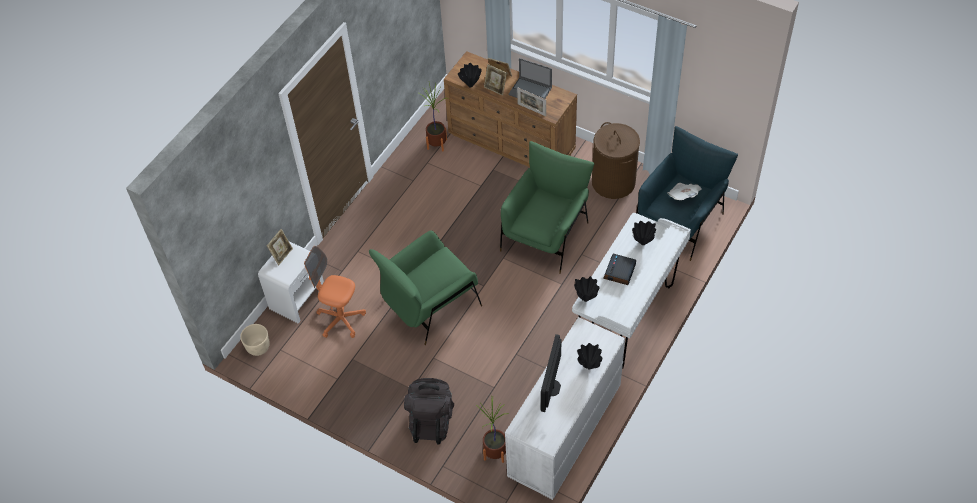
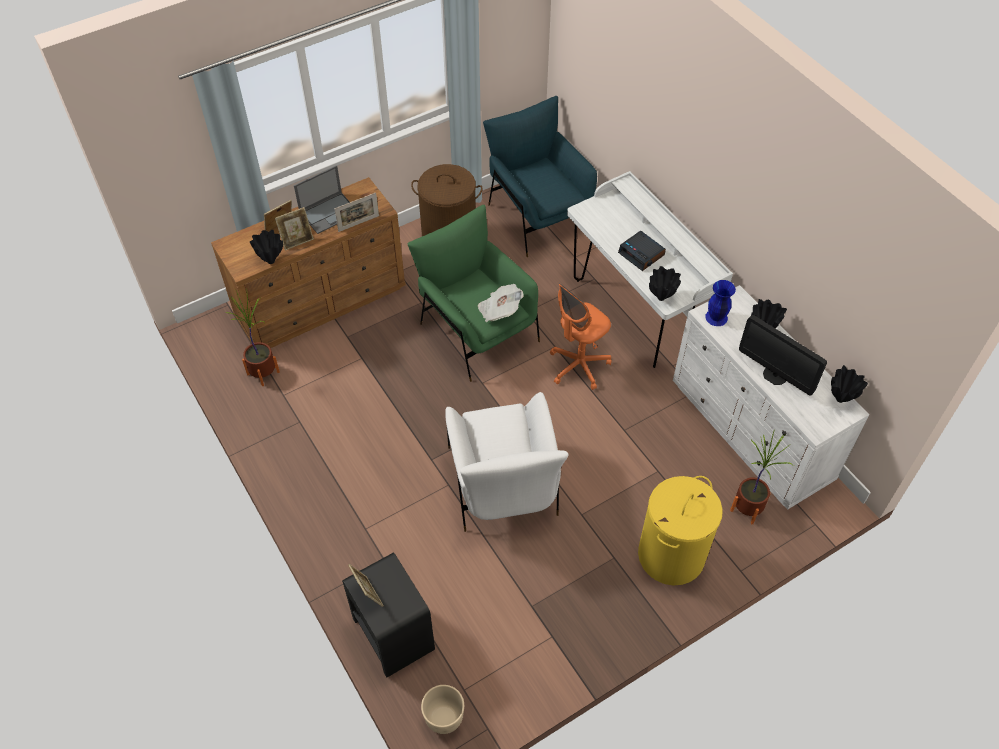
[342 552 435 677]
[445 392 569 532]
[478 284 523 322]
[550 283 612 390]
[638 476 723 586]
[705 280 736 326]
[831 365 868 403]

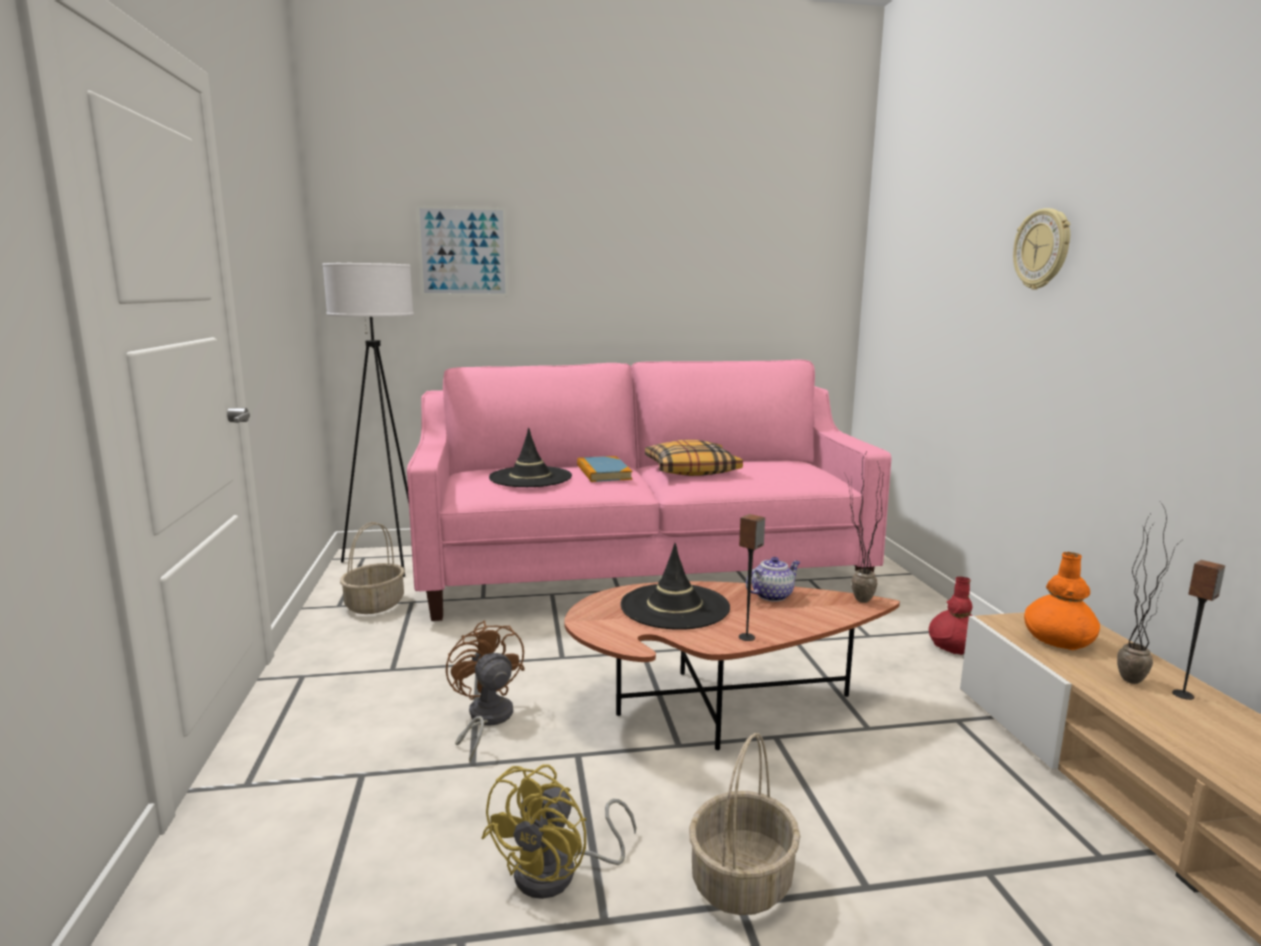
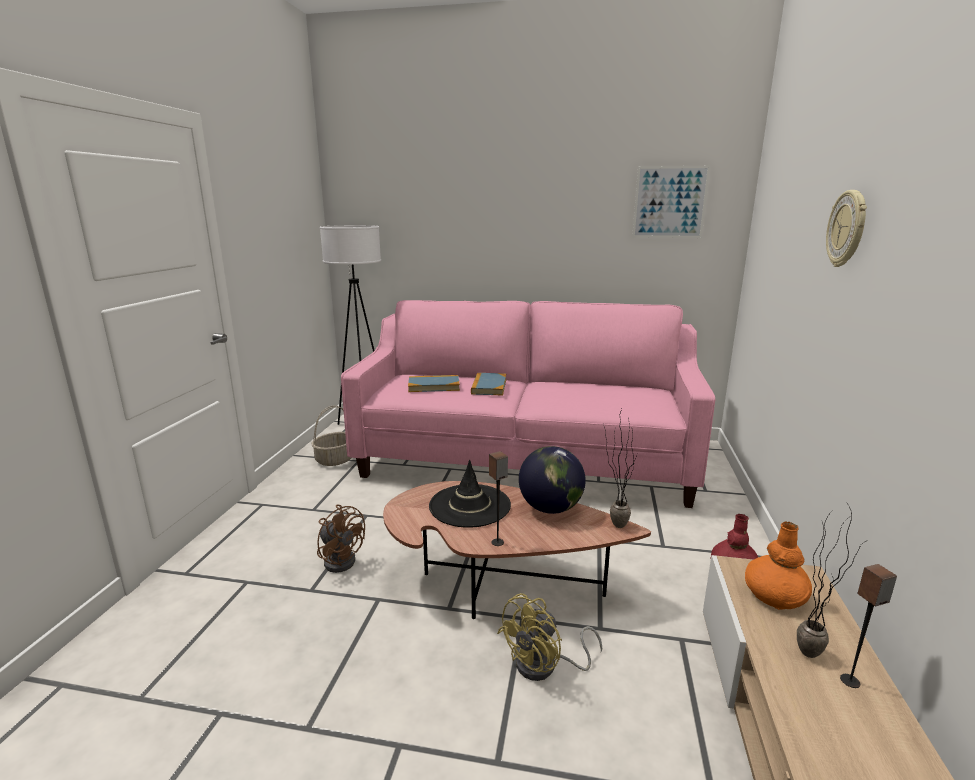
[317 505 365 573]
[408 375 460 392]
[497 593 603 681]
[519 446 586 514]
[632 166 710 238]
[645 440 743 476] (first image)
[689 733 800 915] (first image)

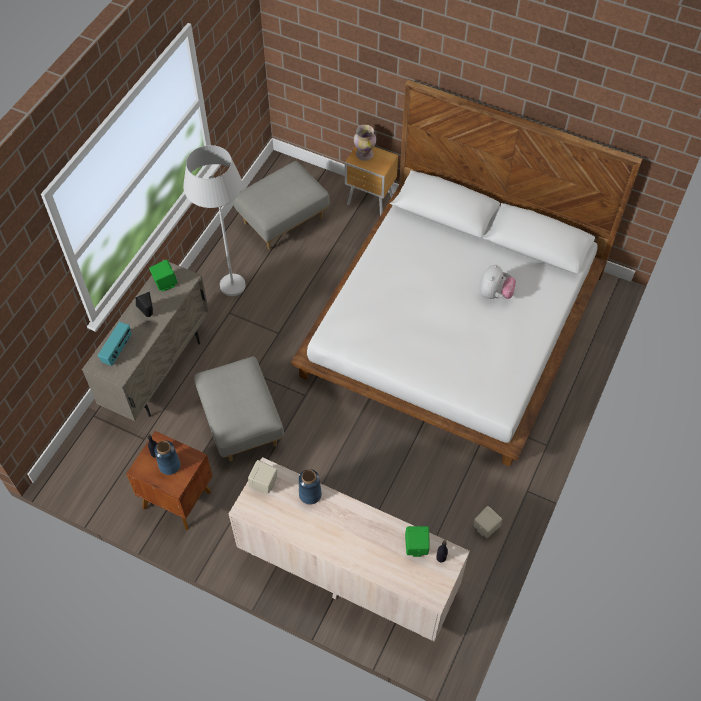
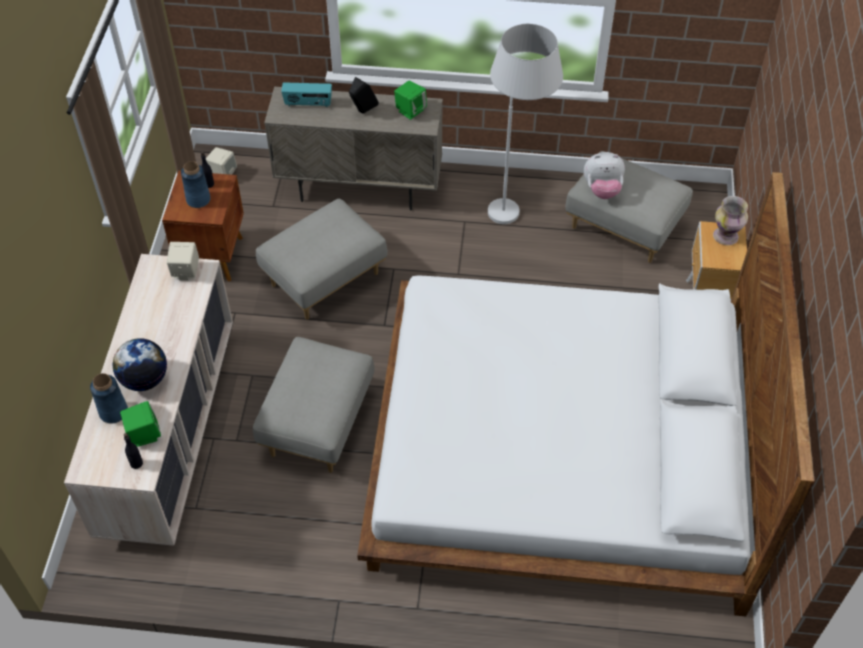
[90 373 128 423]
[112 338 167 391]
[206 147 237 175]
[253 337 375 473]
[584 152 625 199]

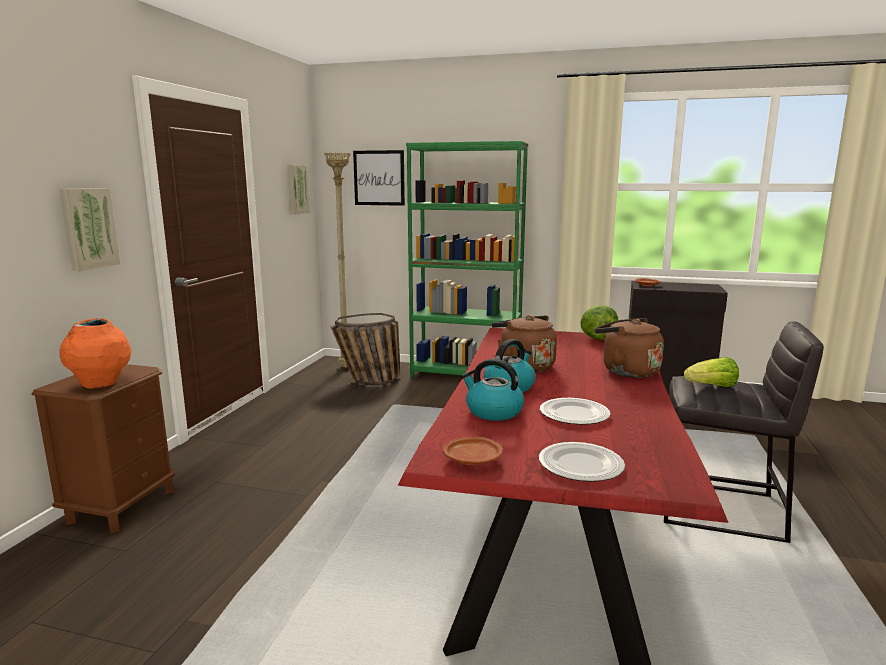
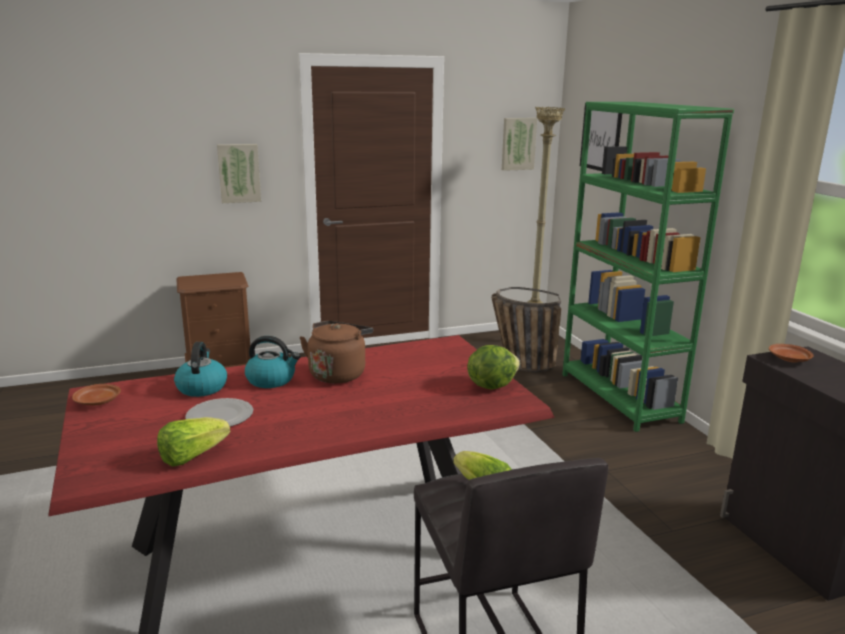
[157 417 230 466]
[59 318 131 389] (first image)
[539 442 625 482] (first image)
[595 318 664 378] (first image)

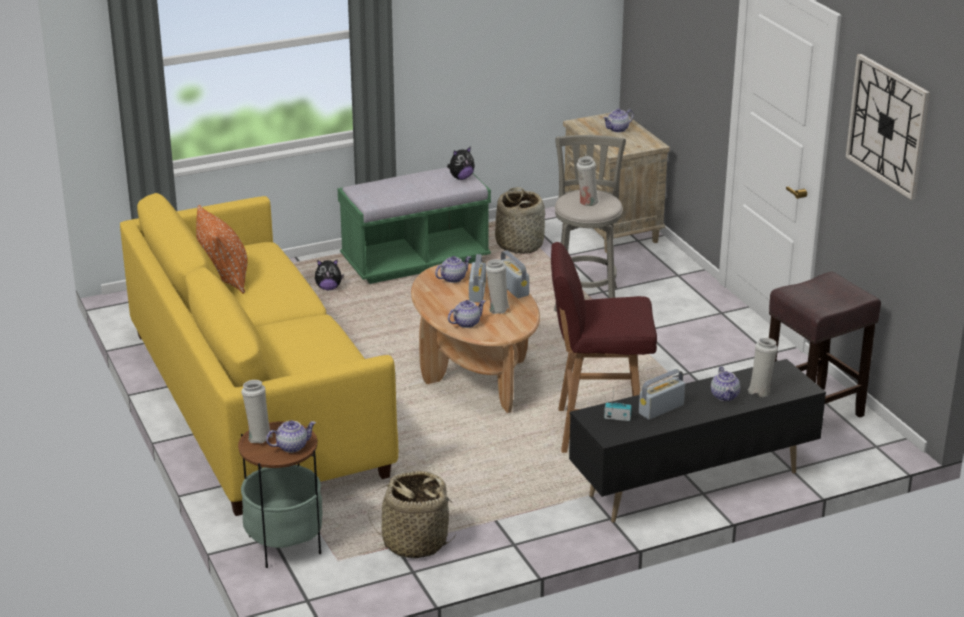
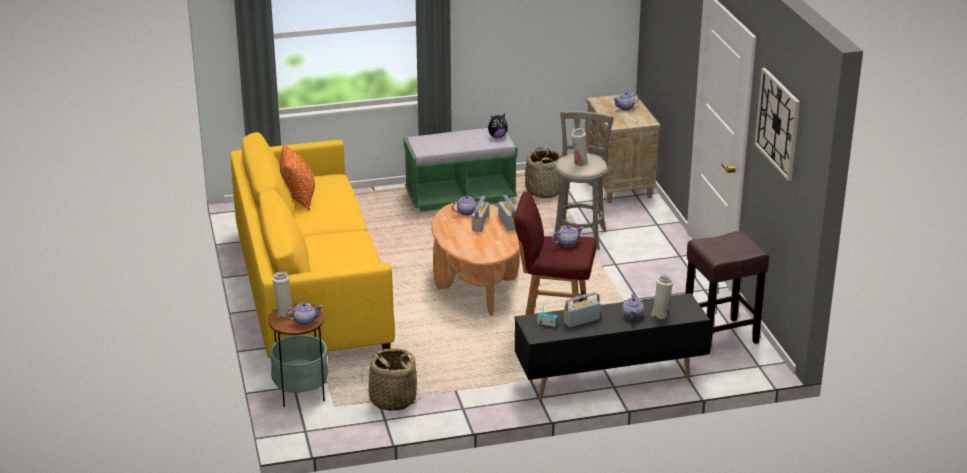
[552 225 584 247]
[315 260 344 290] (first image)
[485 259 510 314] (first image)

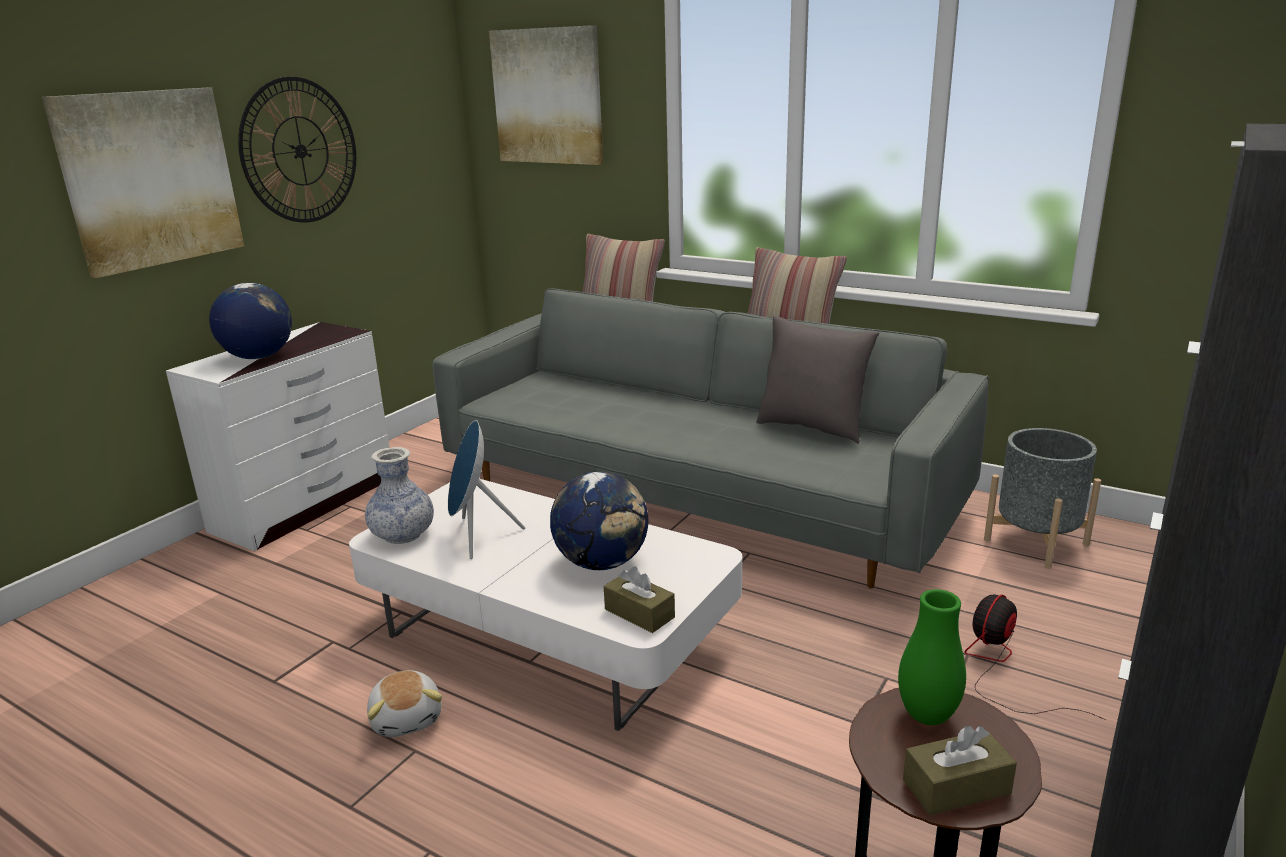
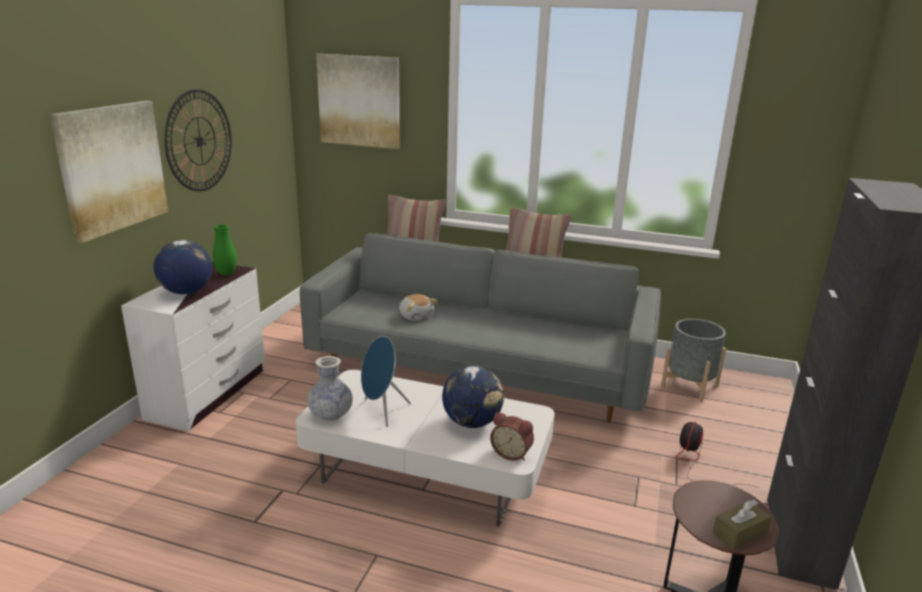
[212 224 237 276]
[399 294 438 321]
[490 413 534 461]
[756 316 879 444] (first image)

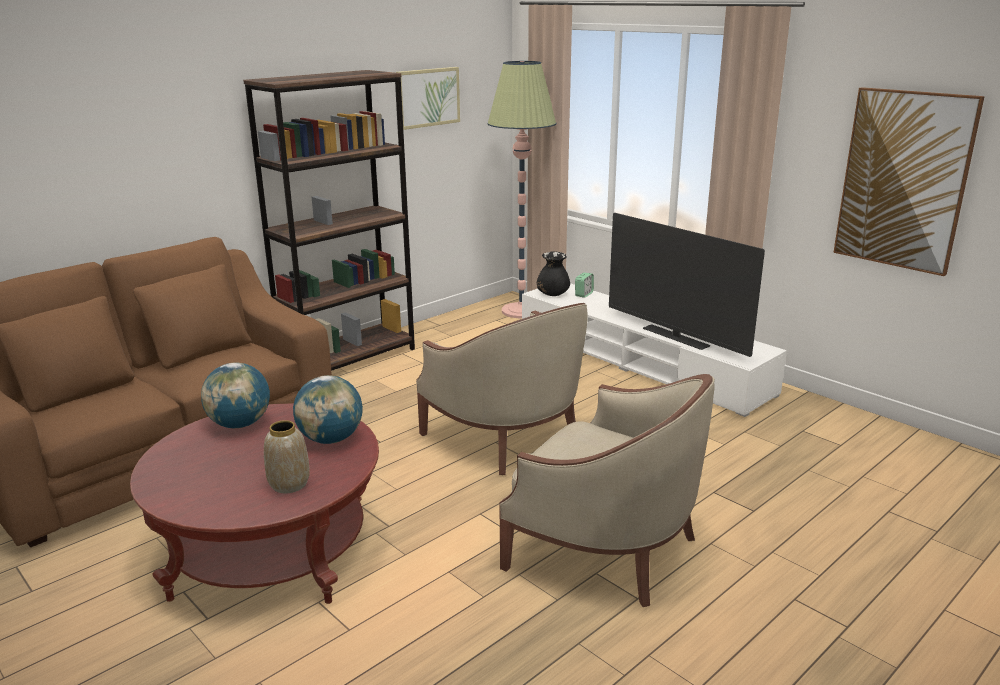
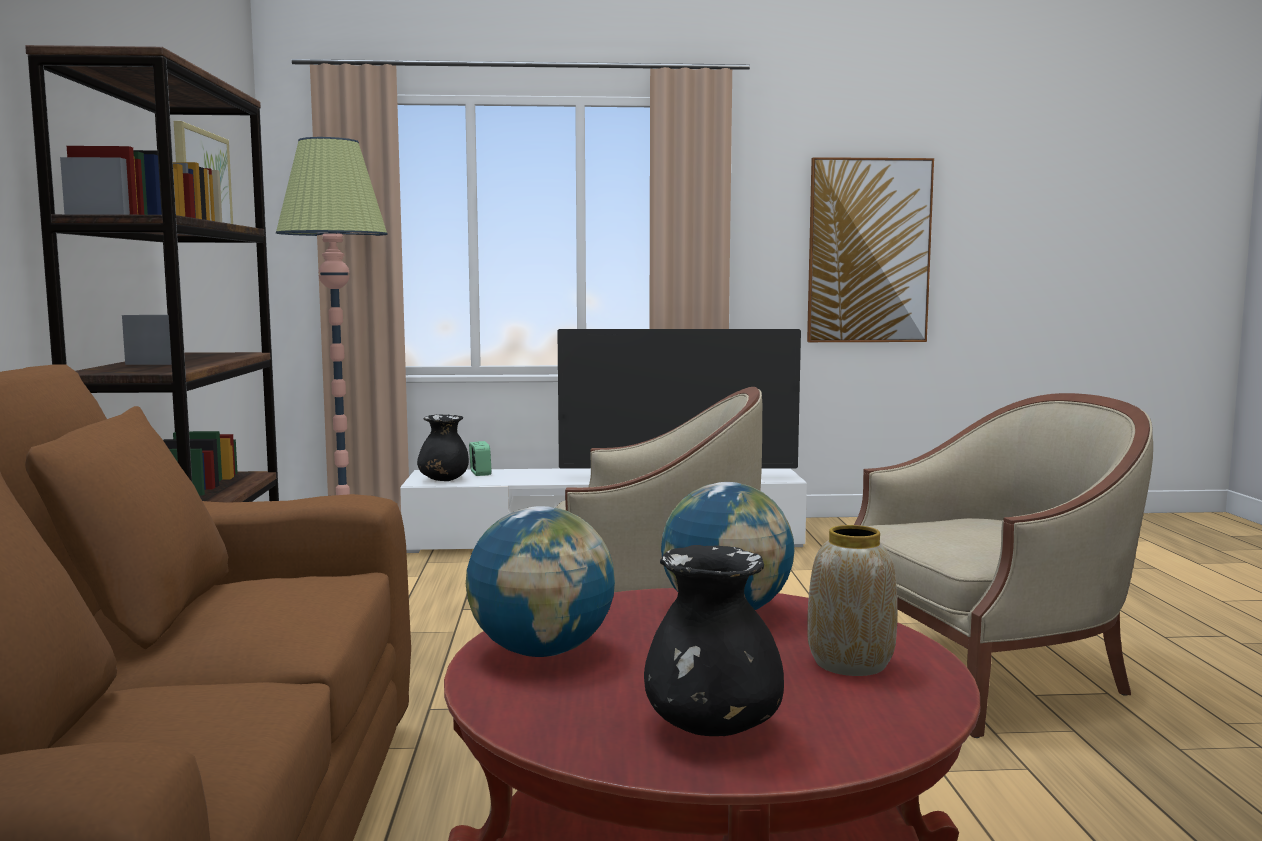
[644 545 784 736]

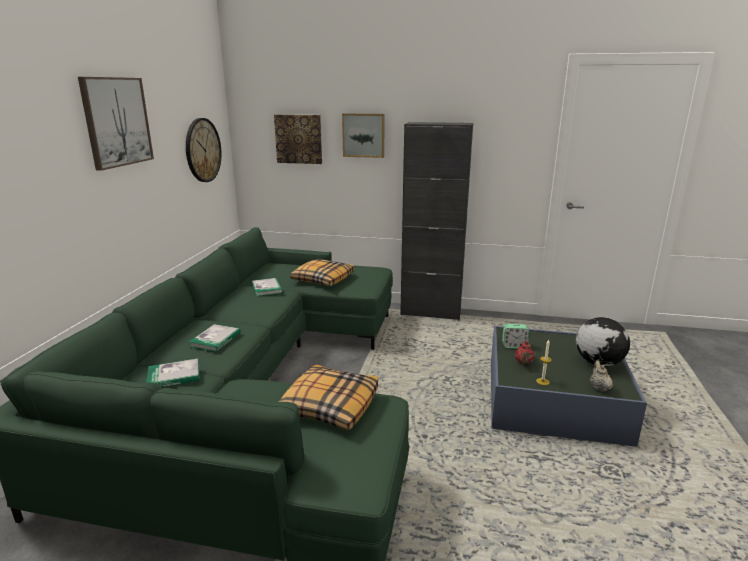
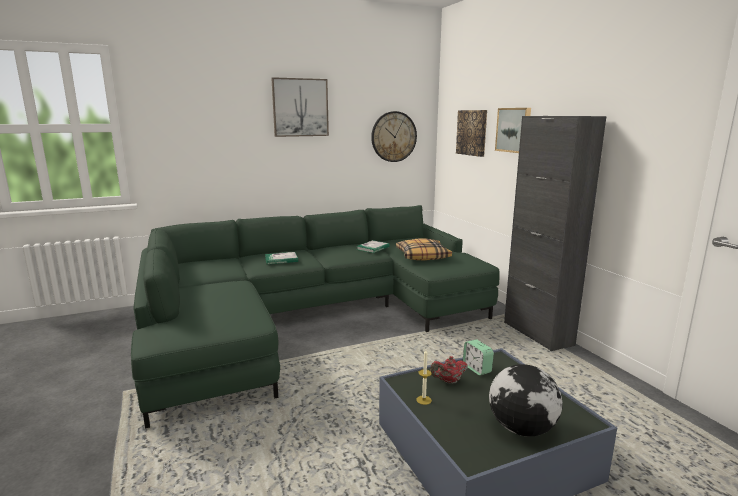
[146 359 200 387] (first image)
[279 364 378 431] (first image)
[590 361 613 392] (first image)

